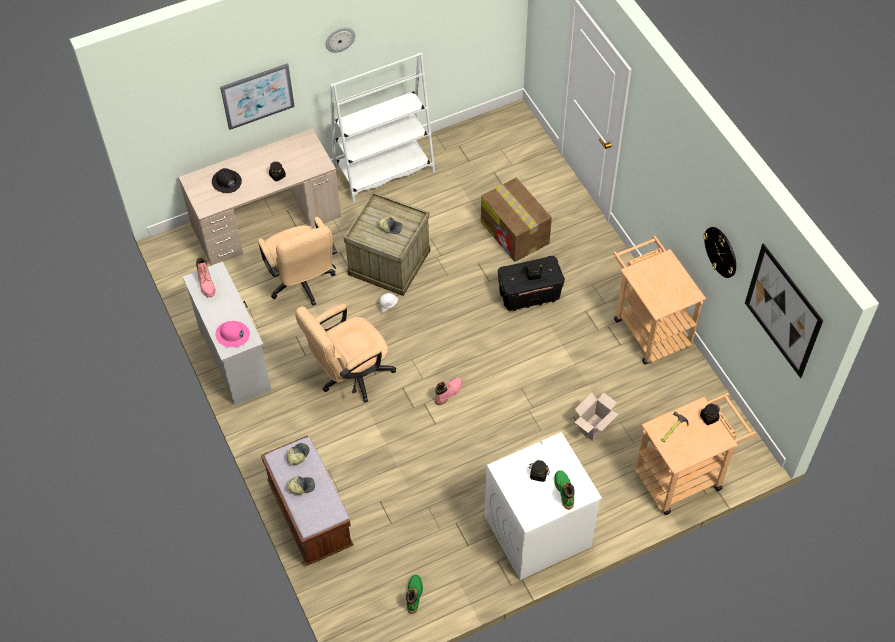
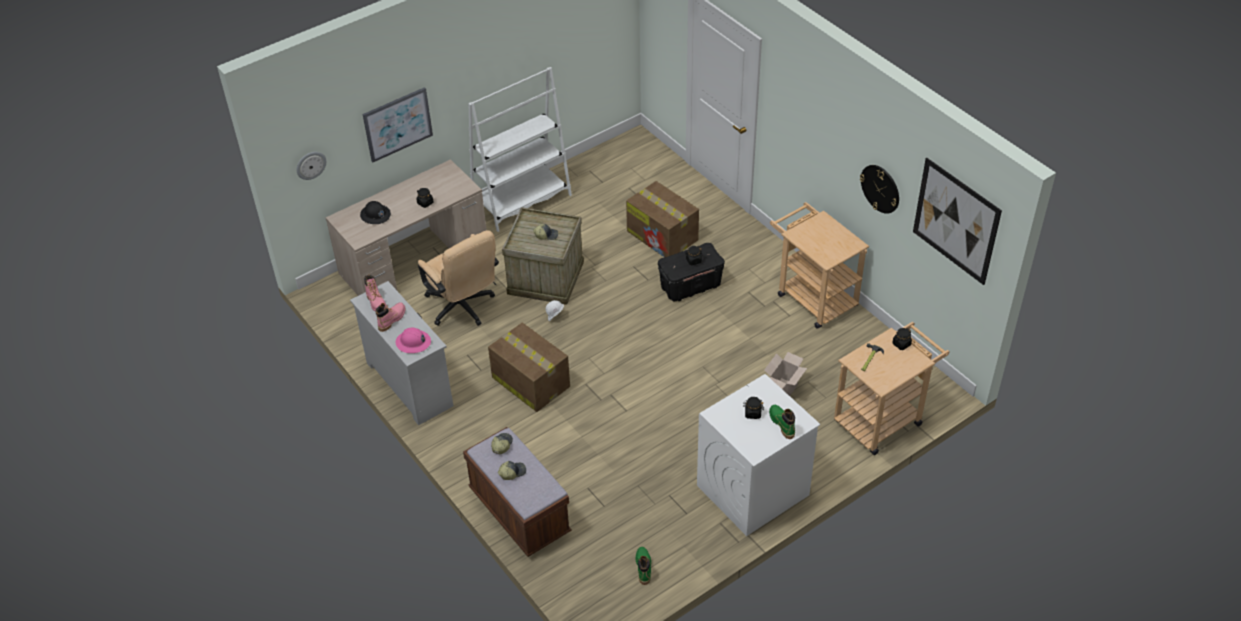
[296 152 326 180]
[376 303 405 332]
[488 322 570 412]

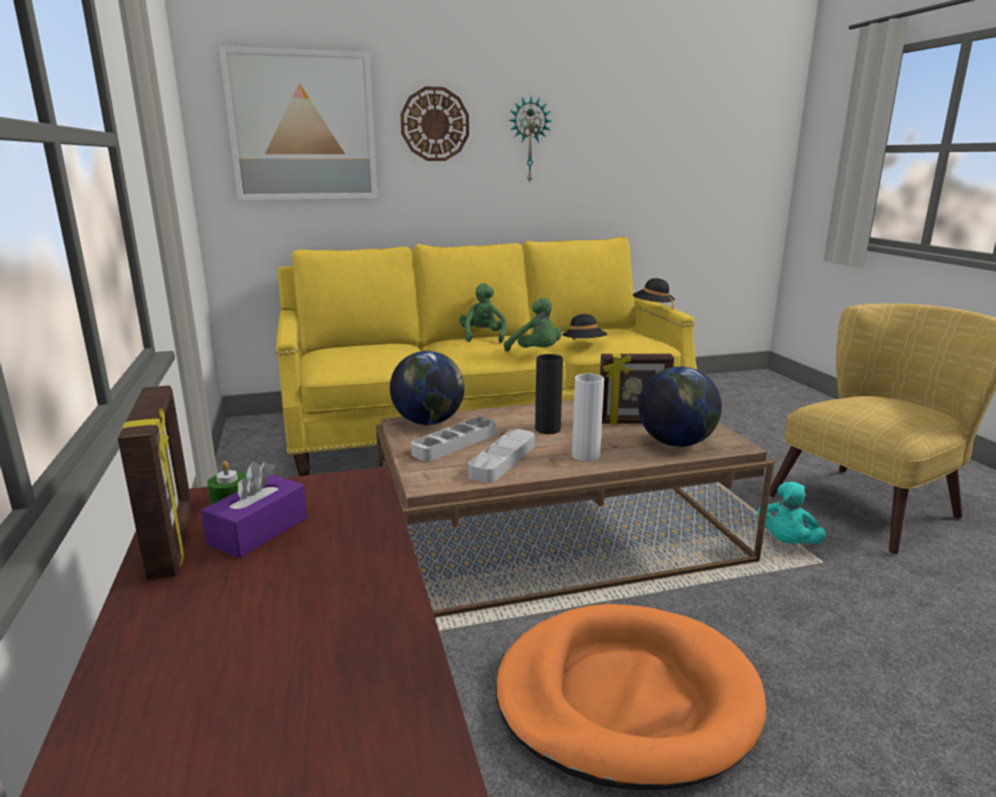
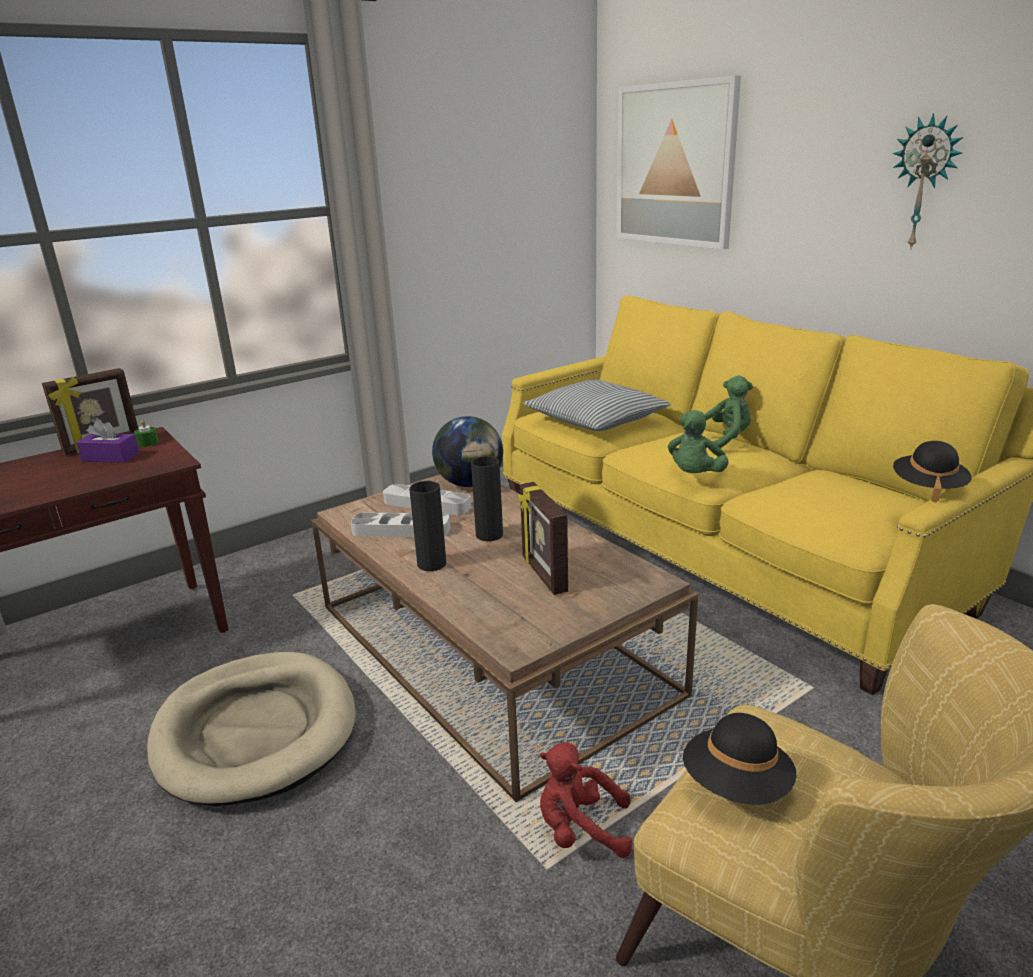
[147 652 356 806]
[409 481 446 571]
[523 379 671 431]
[540 742 632 858]
[683 713 797 805]
[401 86 469 161] (first image)
[638 366 722 447] (first image)

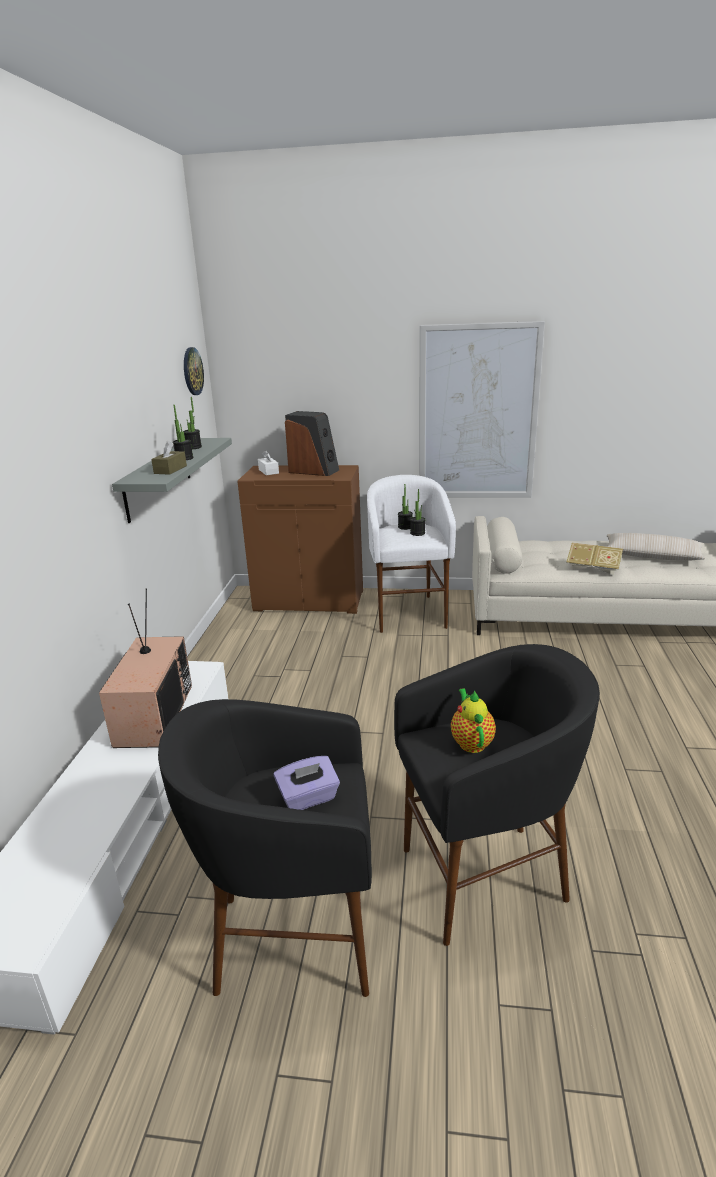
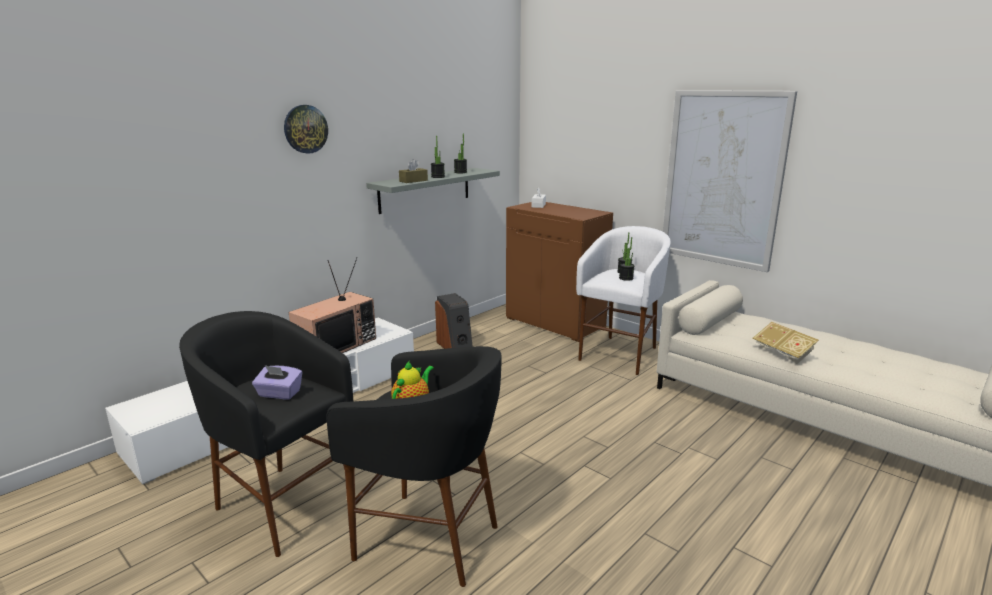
[284 105 328 154]
[435 293 473 349]
[607 533 705 561] (first image)

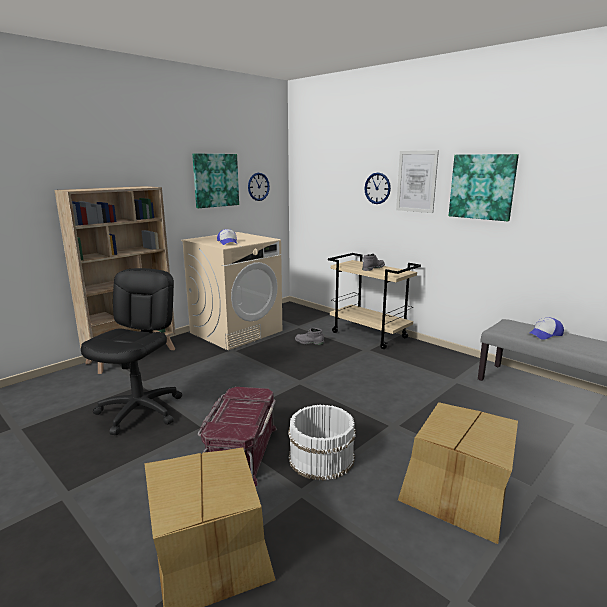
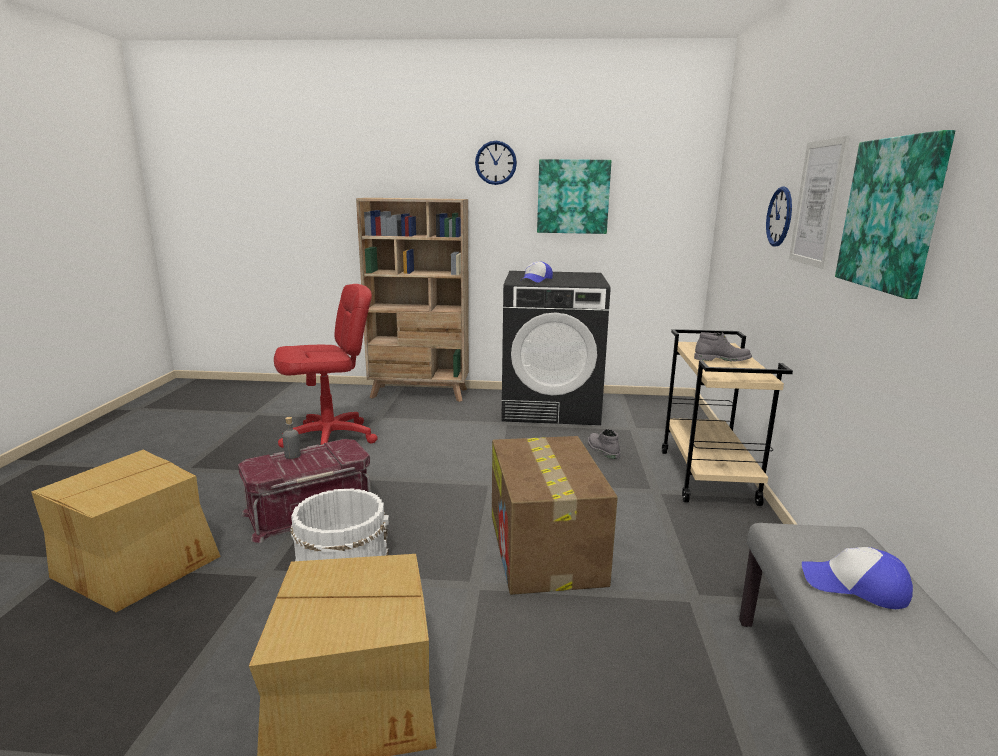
[274 284 378 448]
[282 417 301 459]
[475 141 517 185]
[492 436 618 595]
[501 271 611 425]

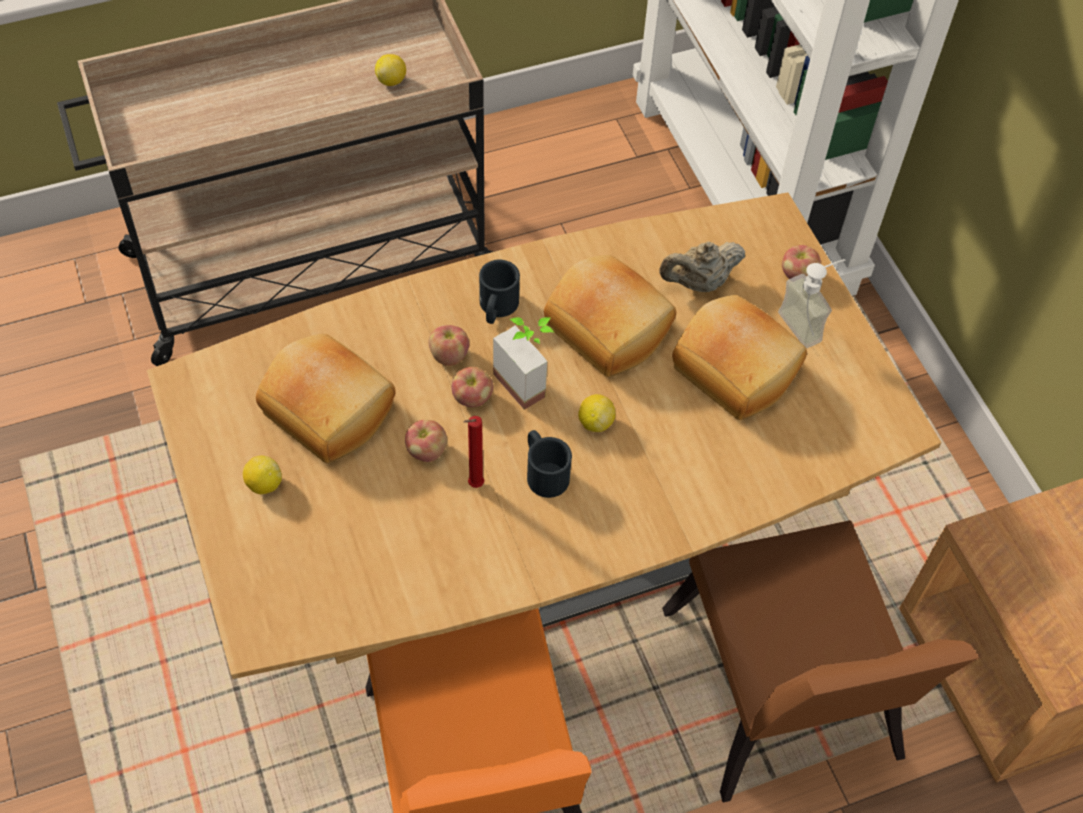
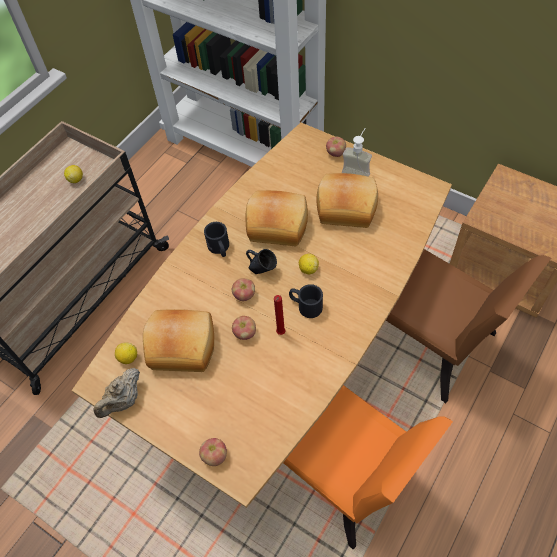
[93 368 140 418]
[115 342 137 364]
[199 438 227 466]
[246 249 277 274]

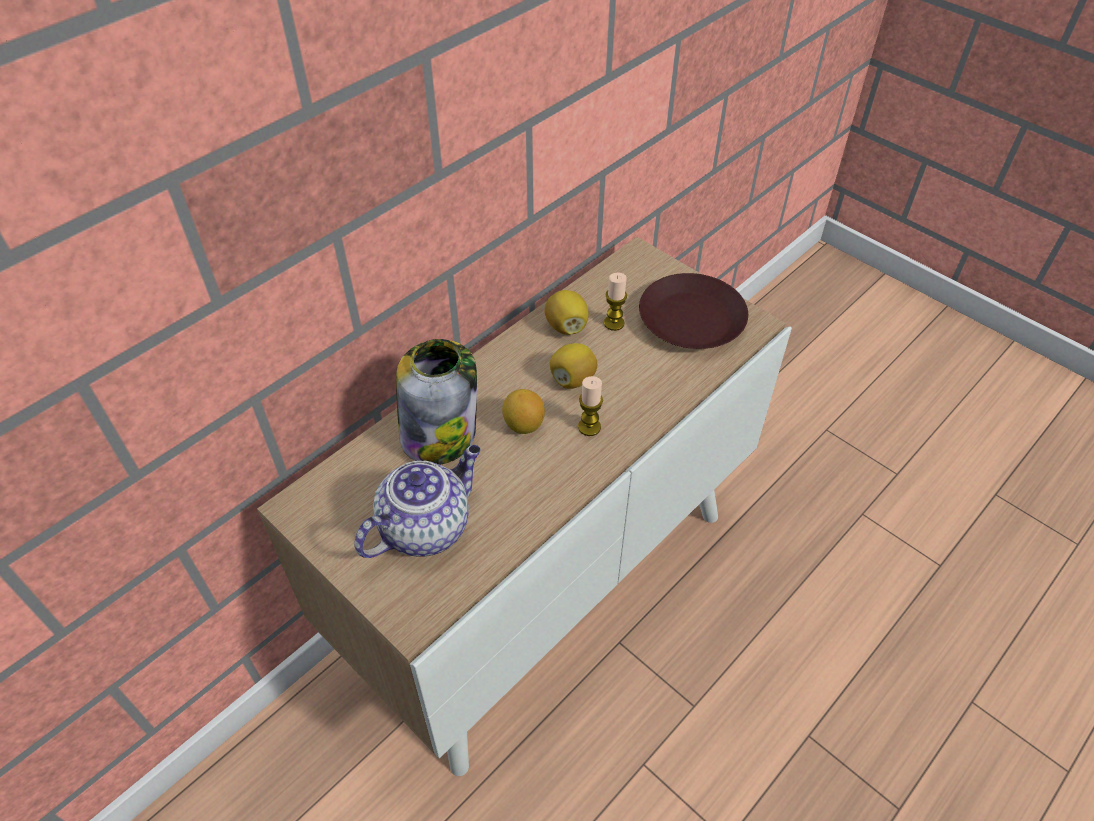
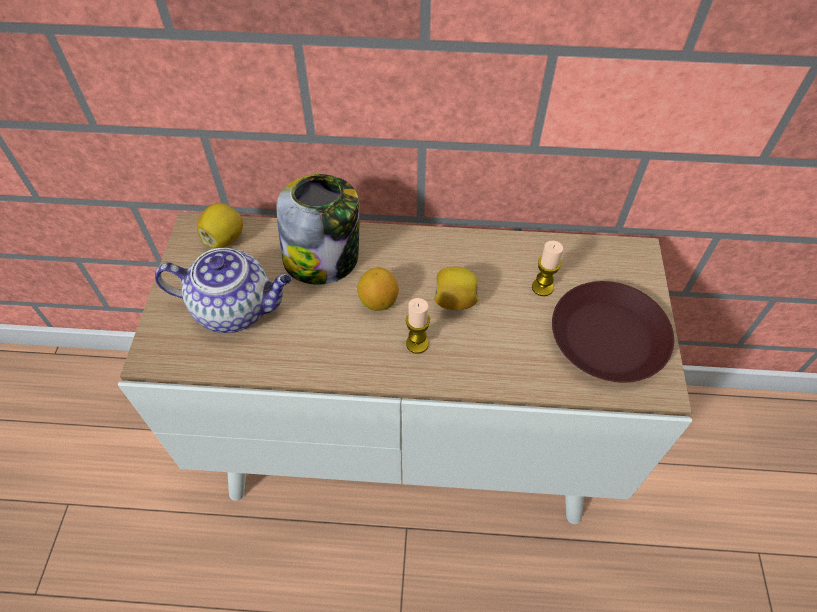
[197 203 243 248]

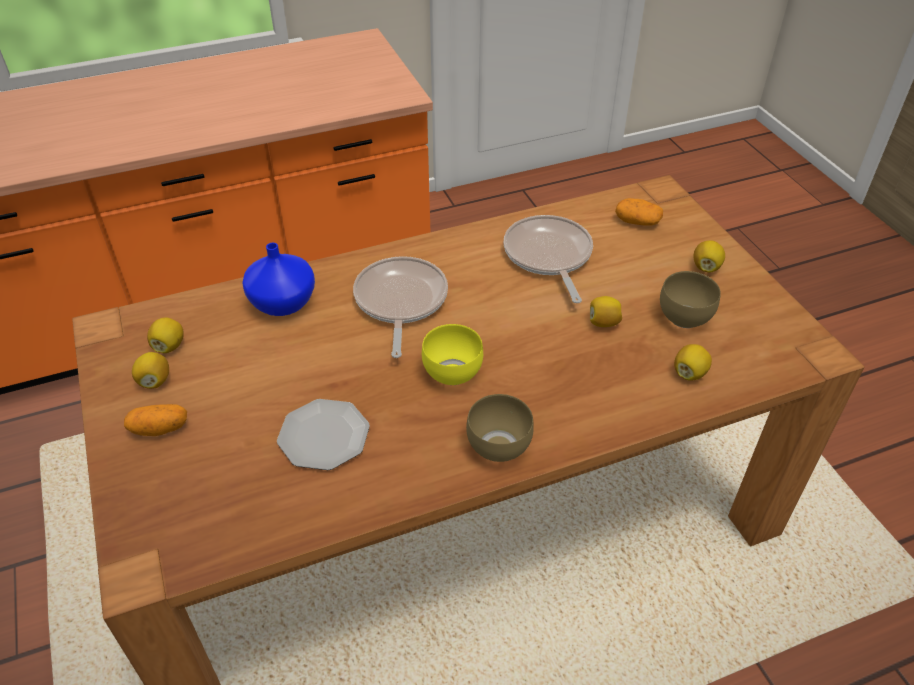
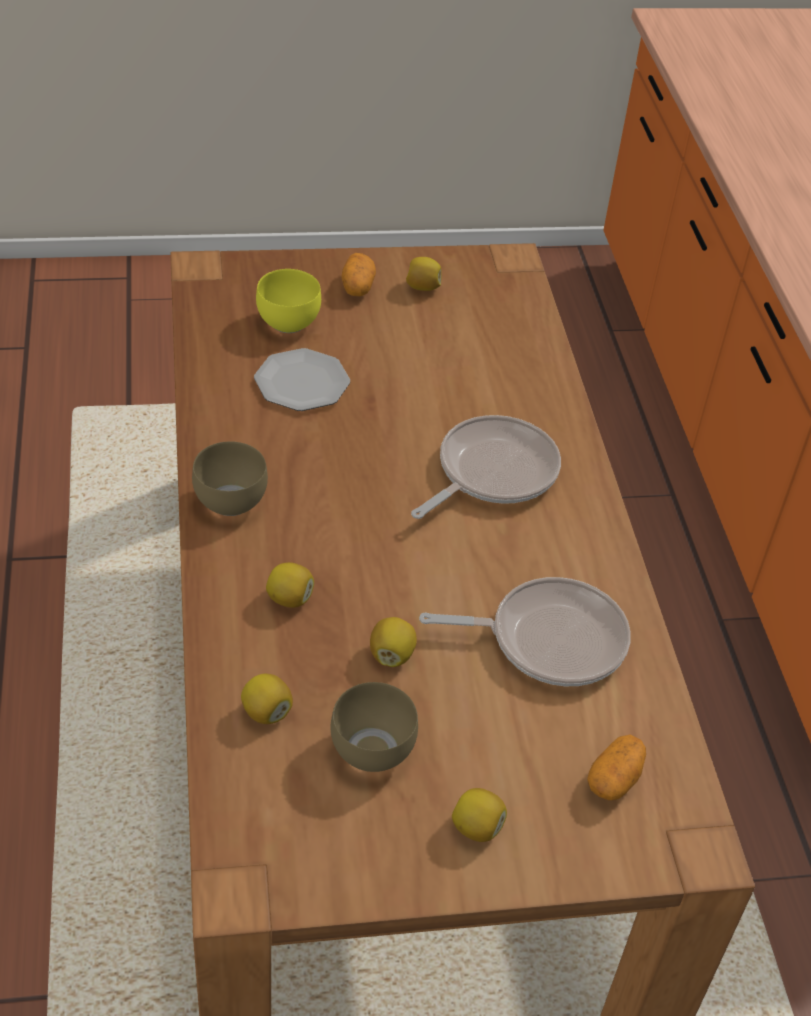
[256 269 321 333]
[266 562 314 608]
[411 415 561 519]
[242 243 315 316] (first image)

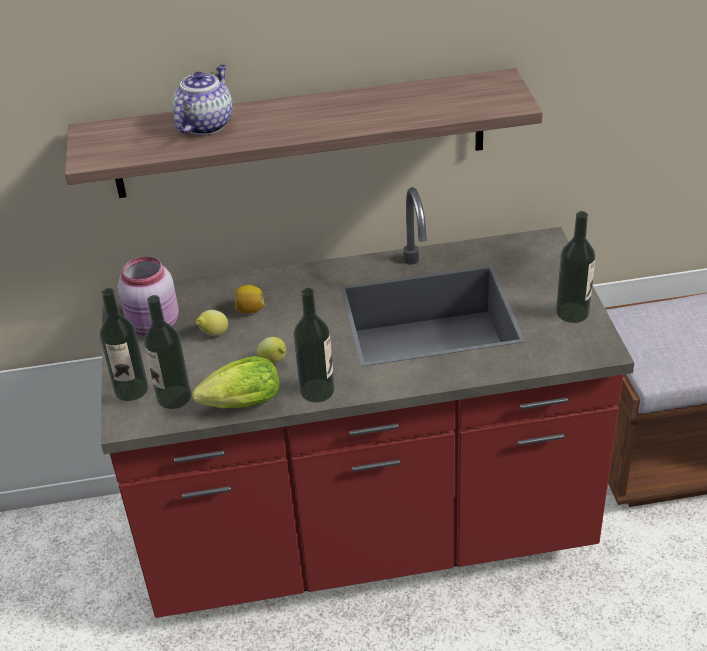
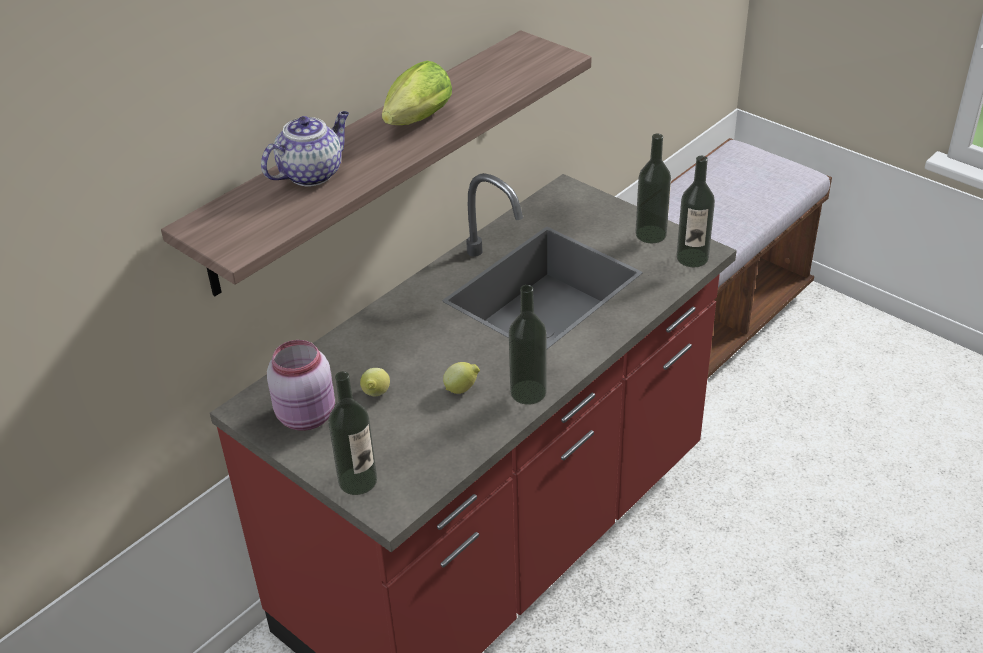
[261 111 349 187]
[382 61 452 125]
[677 156 715 267]
[235 285 265 313] (first image)

